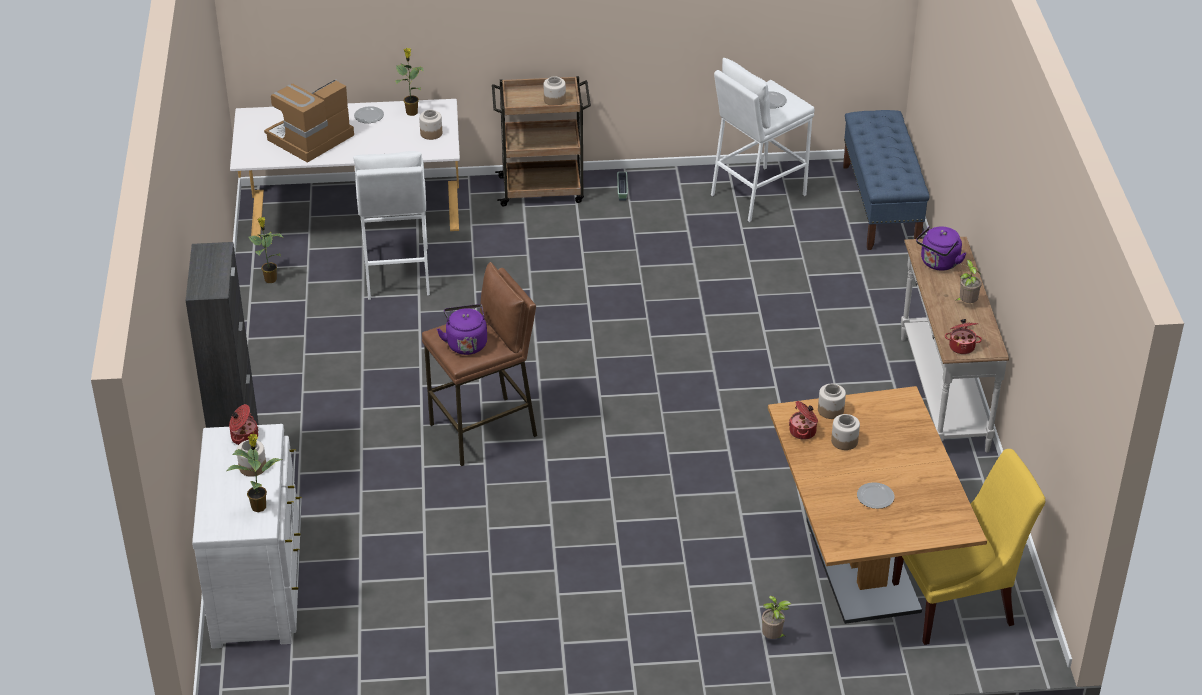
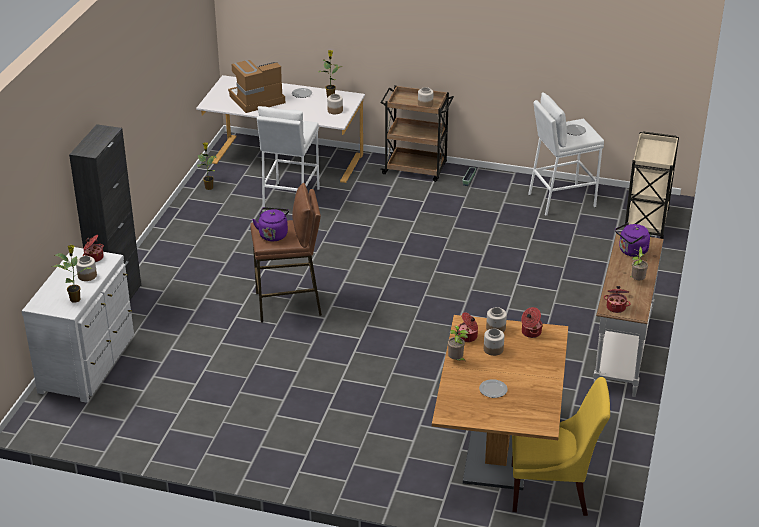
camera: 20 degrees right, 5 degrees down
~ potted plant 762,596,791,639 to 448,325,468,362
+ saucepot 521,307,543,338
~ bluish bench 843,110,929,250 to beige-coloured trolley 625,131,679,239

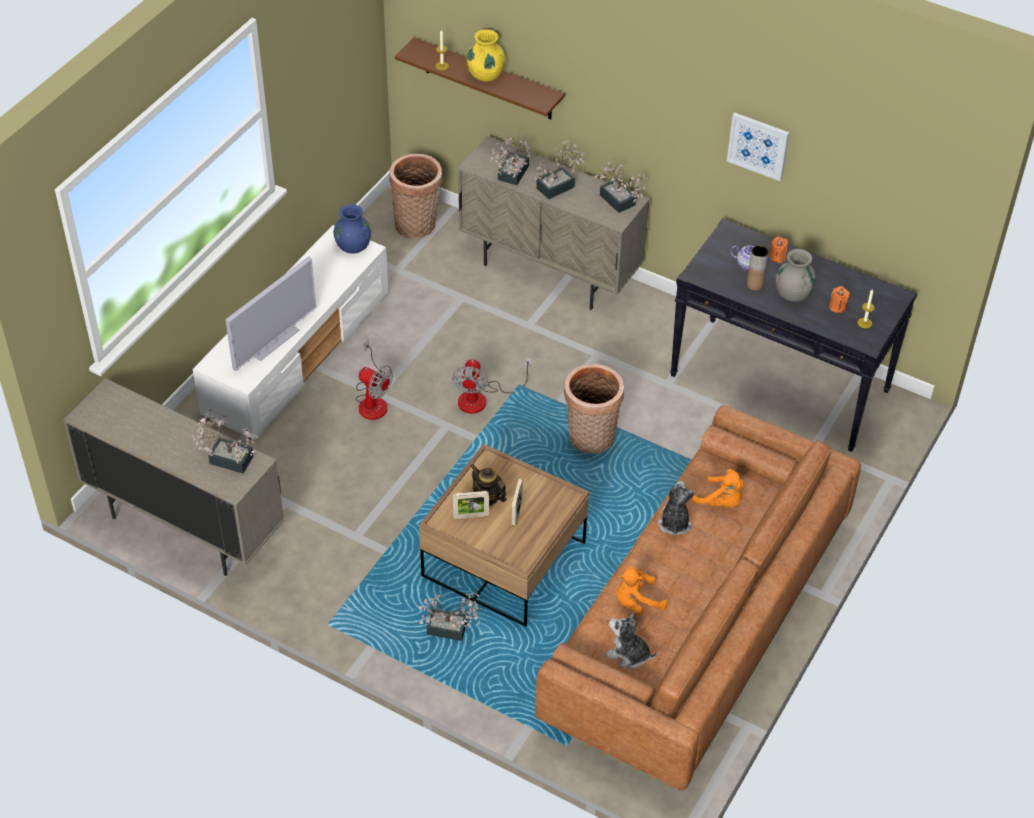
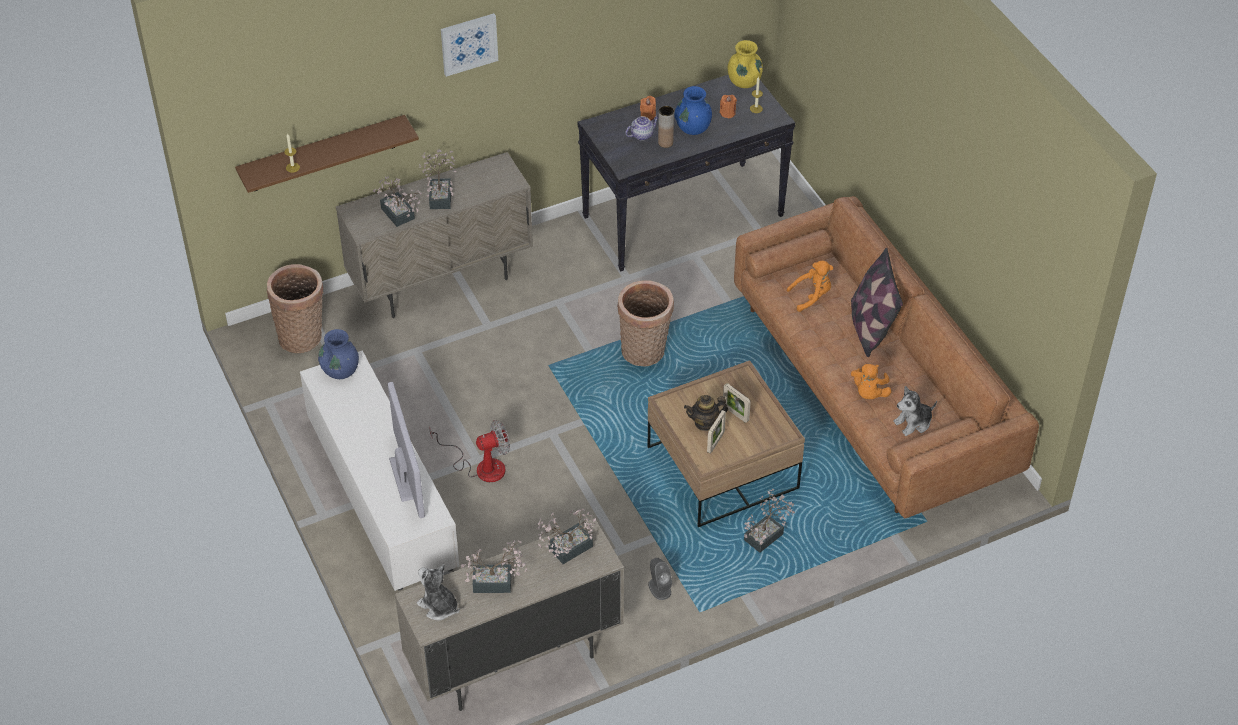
camera: 55 degrees left, 0 degrees up
~ cuddly toy 658,481,696,535 to 417,564,460,620
~ picture 727,113,789,181 to 441,13,498,77
~ potted plant 594,162,648,213 to 461,540,527,593
+ grey audio speaker 648,558,672,600
~ grey flower vase 776,249,816,302 to bluish flower vase 675,86,712,135
~ yellow-coloured flower vase 467,29,505,81 to 728,40,763,88
+ pillow 851,248,903,357
- cooling fan 452,357,532,414

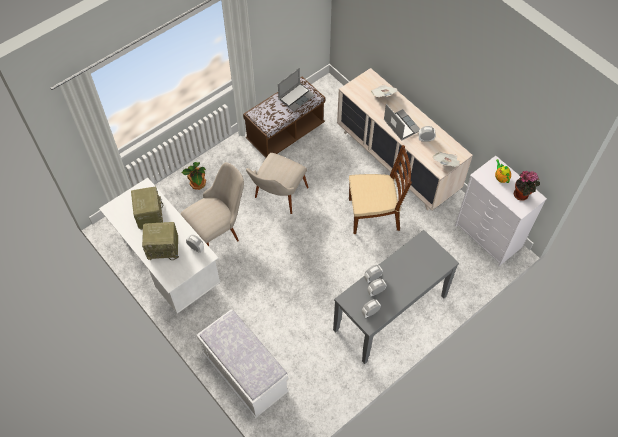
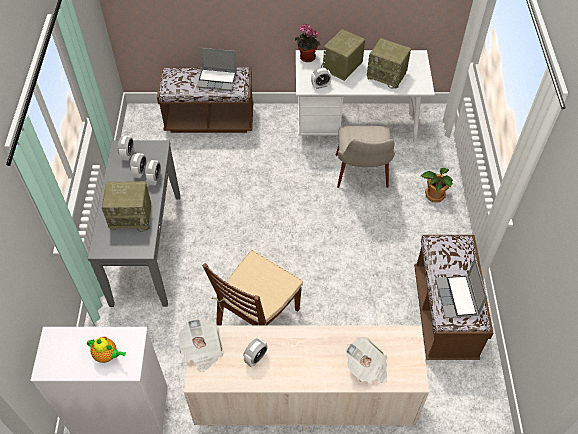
camera: 130 degrees right, 5 degrees down
+ radio set 102,181,151,232
~ white bench 196,310,289,418 to brown bench 157,67,254,133
~ notebook computer 384,104,420,141 to 196,48,237,91
~ potted plant 514,171,540,201 to 295,24,320,62
- beige-coloured upright chair 246,153,309,214

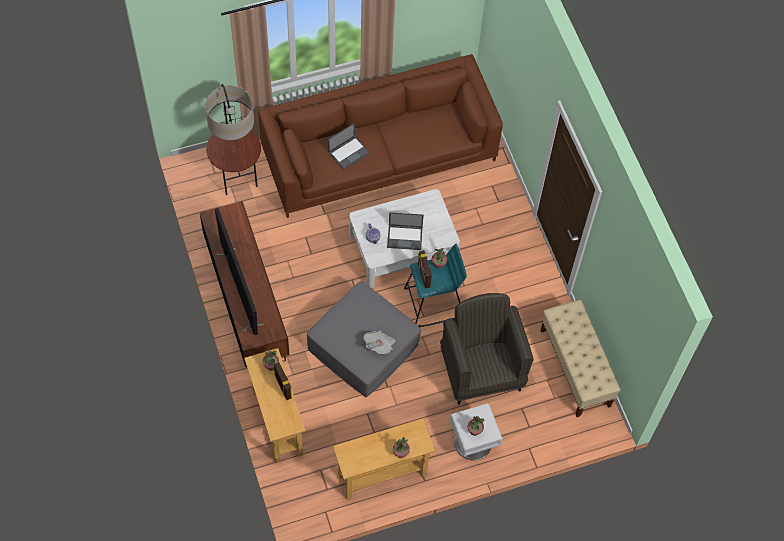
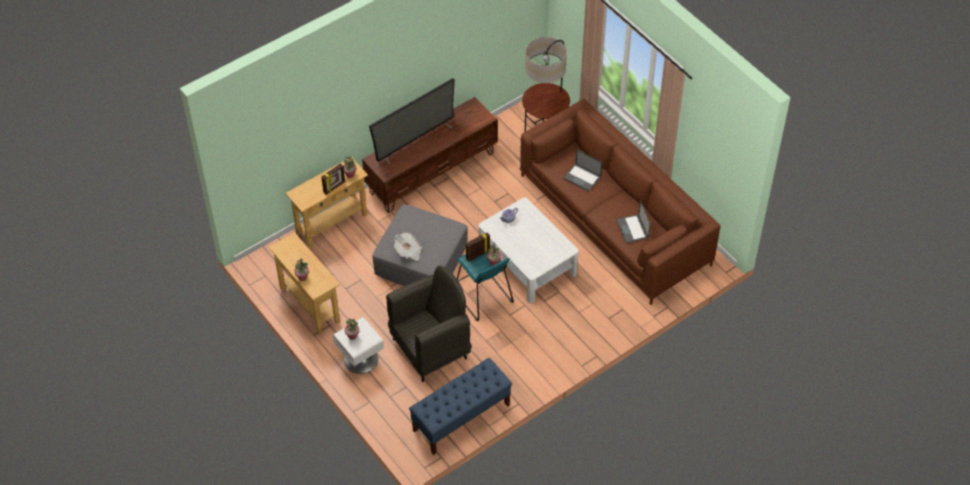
camera: 75 degrees right, 10 degrees down
~ beige-coloured bench 540,300,620,417 to bluish bench 409,358,512,455
~ notebook computer 387,212,424,250 to 616,201,651,243

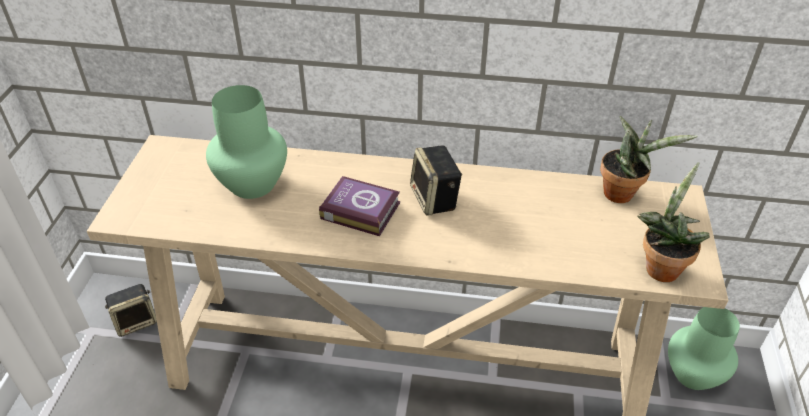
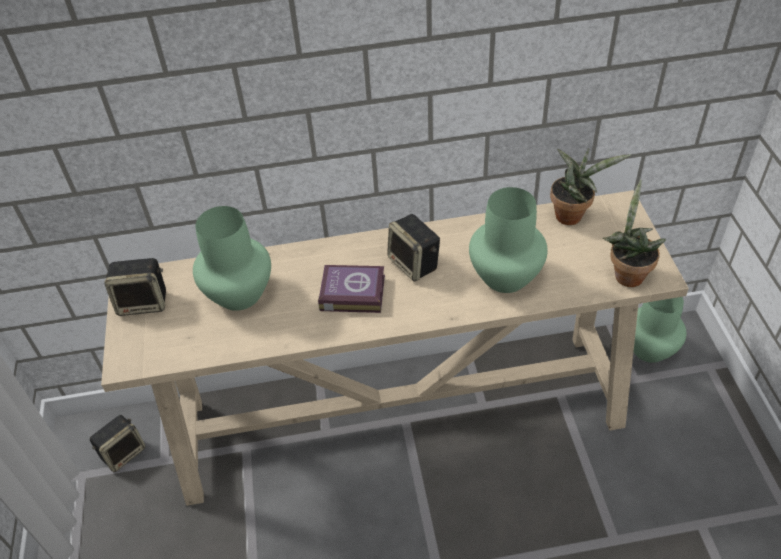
camera: 15 degrees left, 5 degrees up
+ audio speaker 104,258,166,316
+ greenish flower vase 469,187,548,293

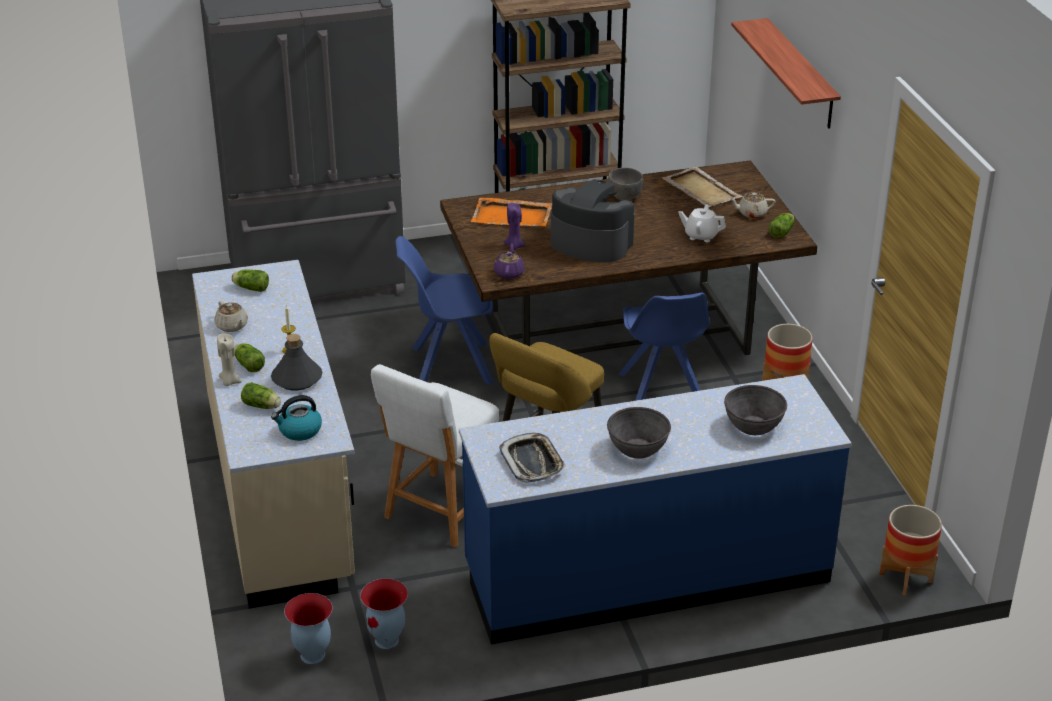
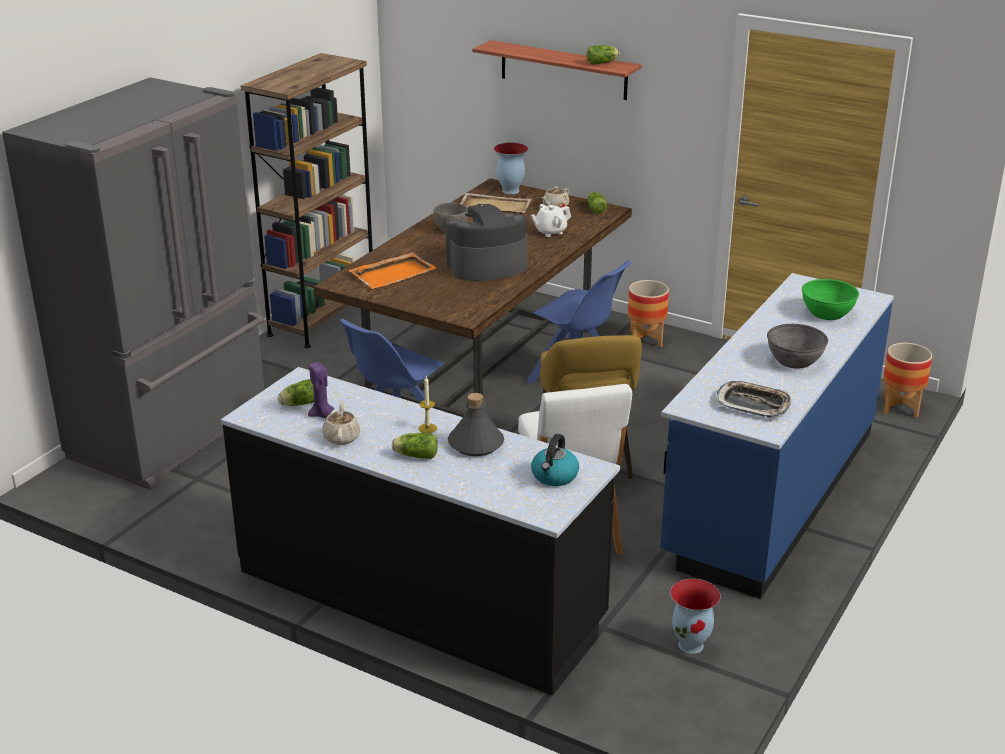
camera: 45 degrees left, 5 degrees down
~ beige-coloured counter 192,260,355,609 to black counter 221,367,620,696
~ purple candle 503,203,526,250 to 308,362,334,418
~ beige-coloured pot for tea 214,301,248,332 = 322,401,360,445 105 degrees counterclockwise
~ flower vase 284,593,333,664 to 494,143,528,194
~ head of lettuce 241,382,281,409 to 587,45,619,65
~ grey serving bowl 724,385,787,435 to greenish serving bowl 802,279,859,320
- beige-coloured candle 217,333,242,386
- purple pot for tea 494,244,525,279

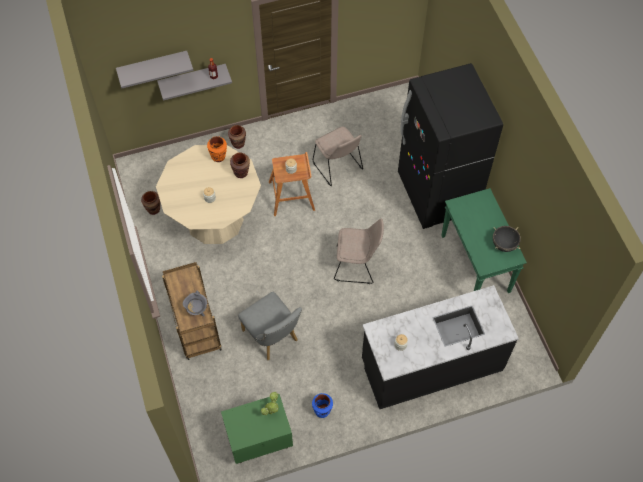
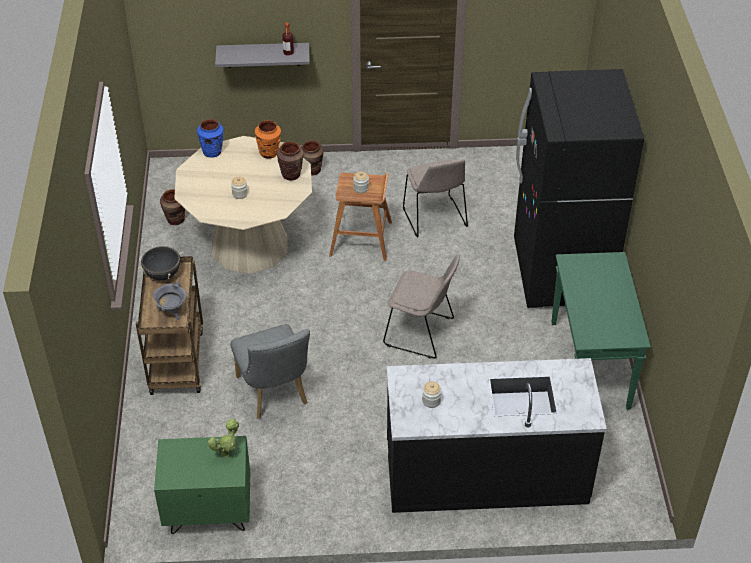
camera: 15 degrees right, 15 degrees down
~ black saucepot 493,226,521,252 to 138,245,183,281
~ bluish flower vase 312,393,333,418 to 197,119,224,158
- grey bracket shelf 116,51,194,89

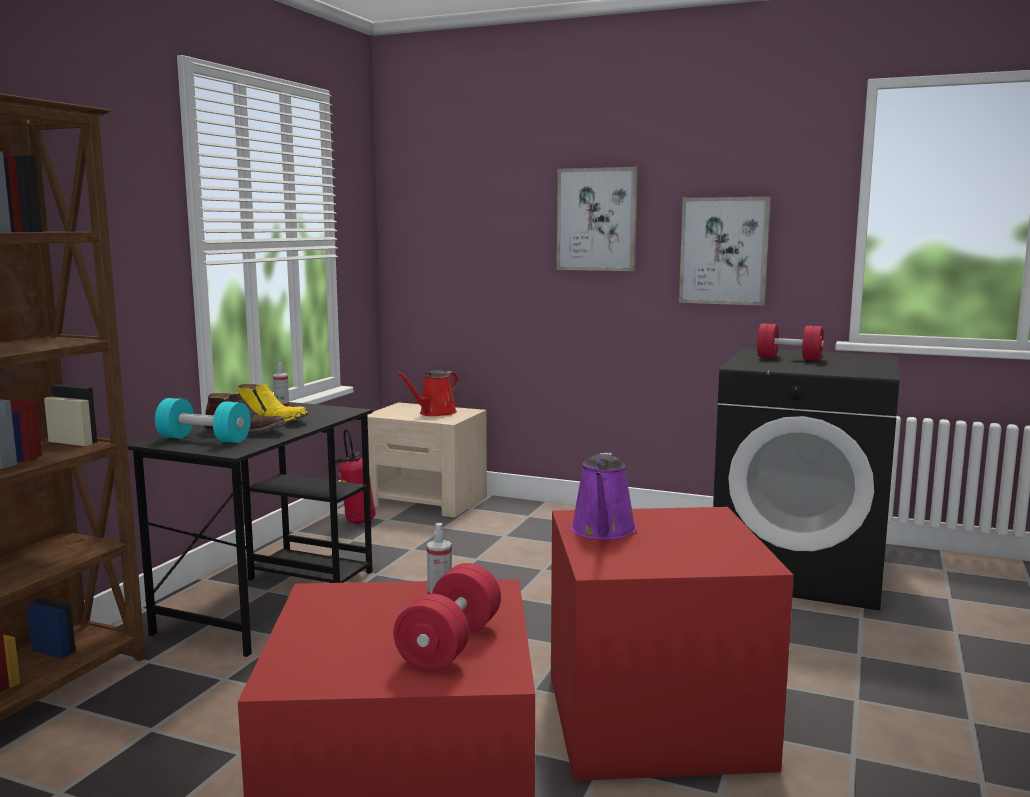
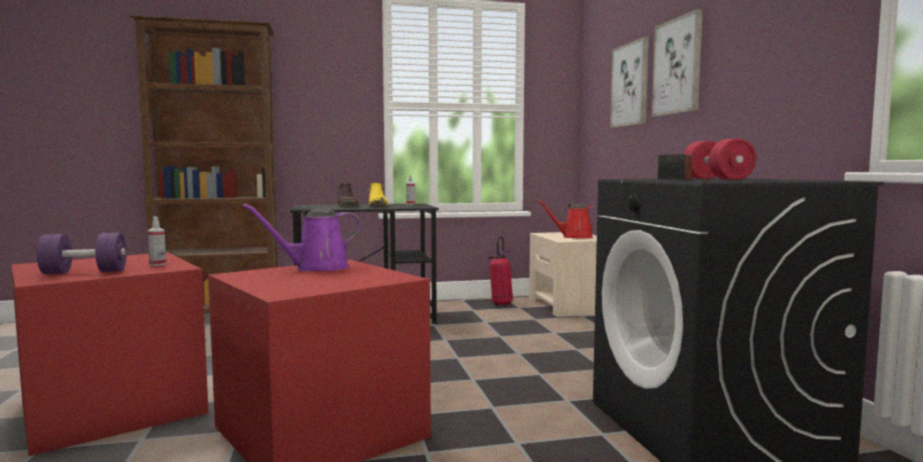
camera: 55 degrees right, 5 degrees down
~ red-coloured free weight 393,563,501,672 to purple free weight 36,233,127,274
~ picture 679,197,771,306 to 610,37,649,128
+ radio set 658,134,695,180
- blue-green free weight 155,398,251,443

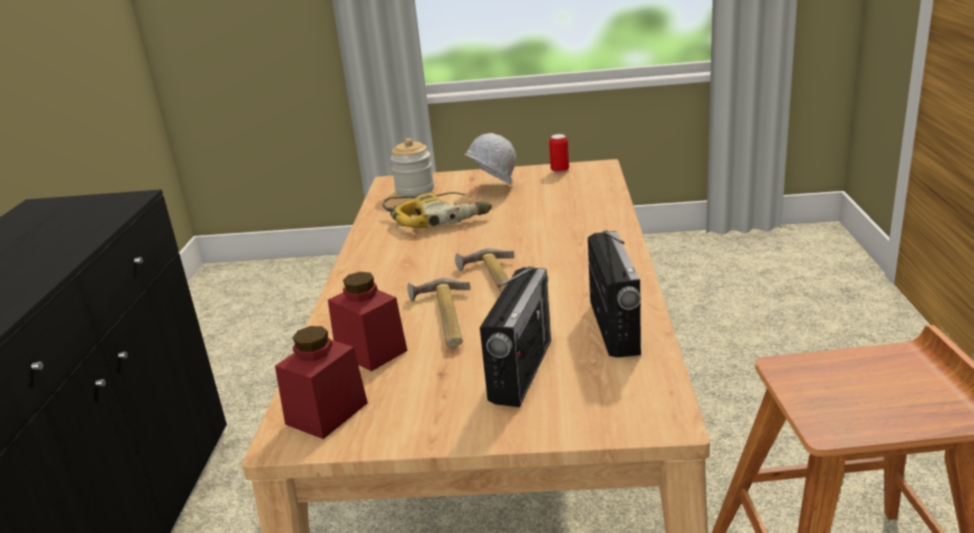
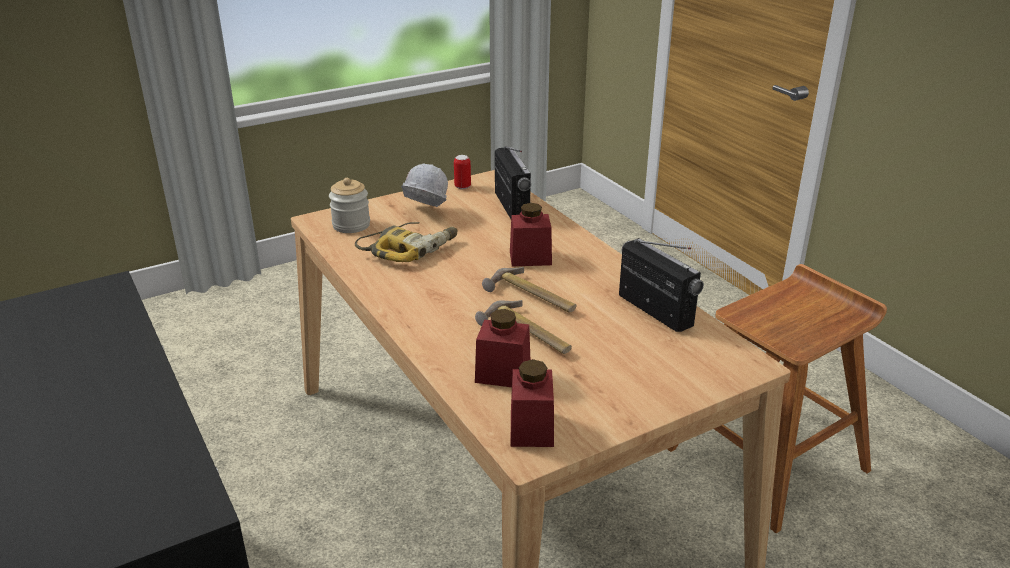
camera: 35 degrees left, 5 degrees up
~ radio set 480,266,551,407 to 495,146,531,219
+ red-coloured preserve jar 510,203,552,266

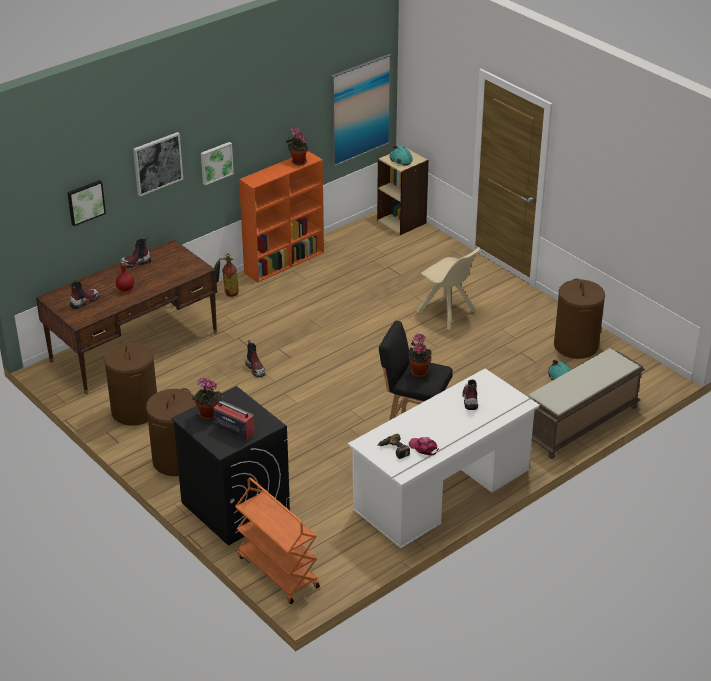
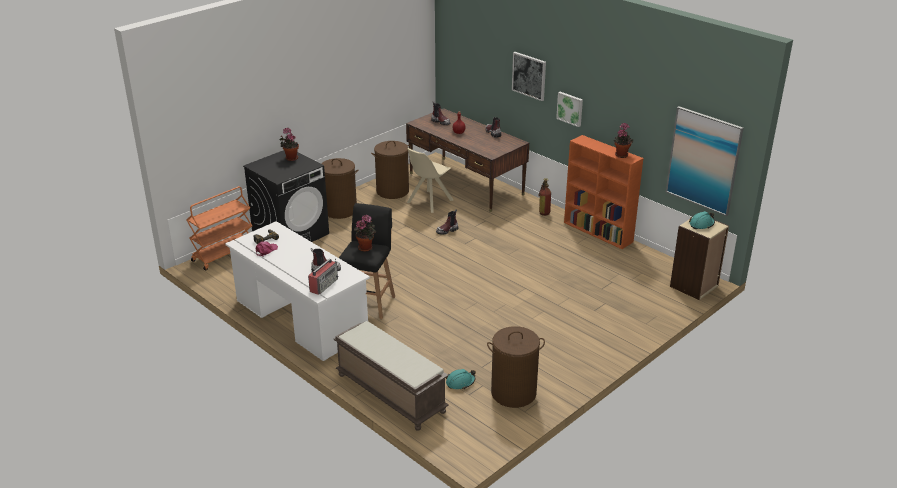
camera: 85 degrees right, 5 degrees down
~ radio set 213,396,255,440 to 308,258,338,295
~ beige-coloured upright chair 417,247,480,329 to 407,148,453,213
- picture 67,180,106,226

